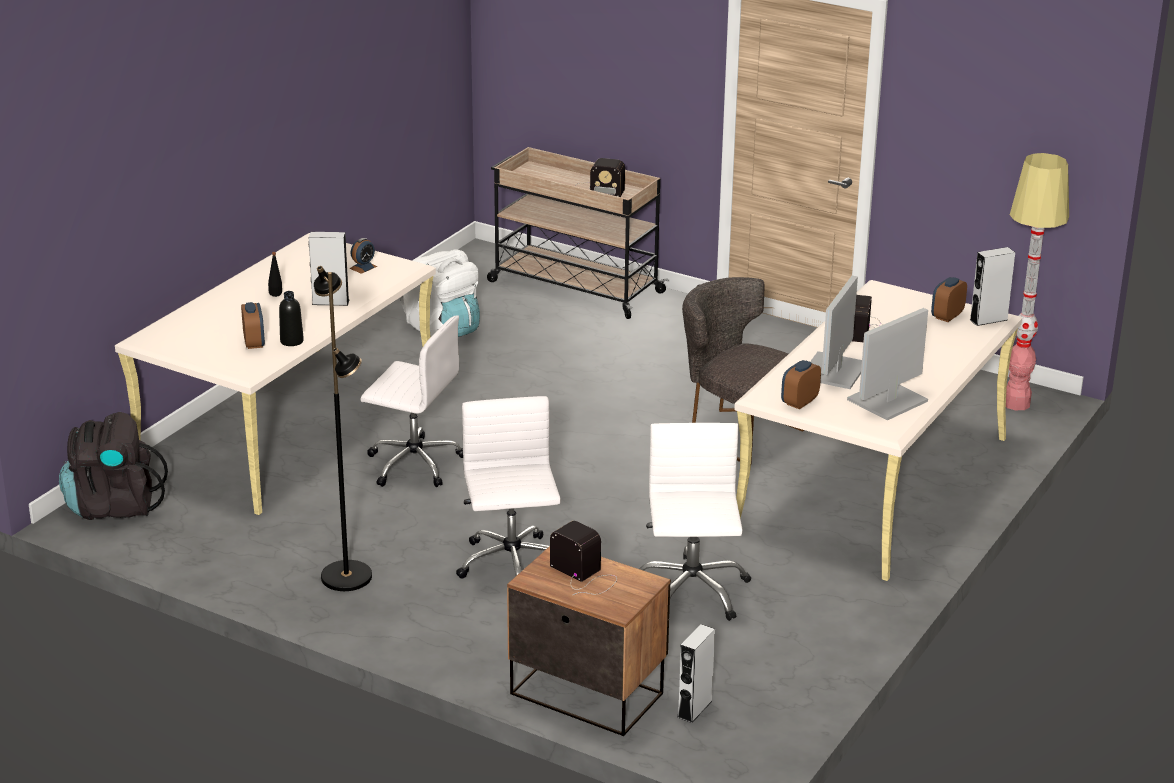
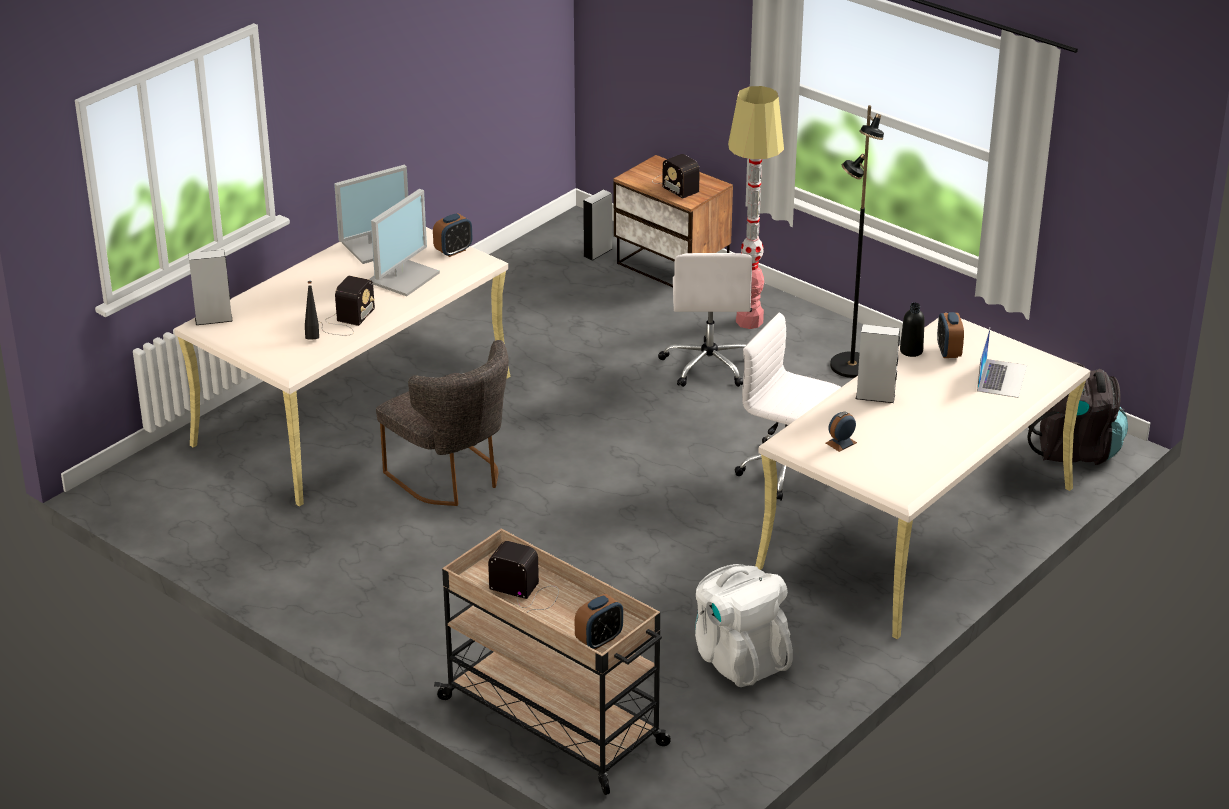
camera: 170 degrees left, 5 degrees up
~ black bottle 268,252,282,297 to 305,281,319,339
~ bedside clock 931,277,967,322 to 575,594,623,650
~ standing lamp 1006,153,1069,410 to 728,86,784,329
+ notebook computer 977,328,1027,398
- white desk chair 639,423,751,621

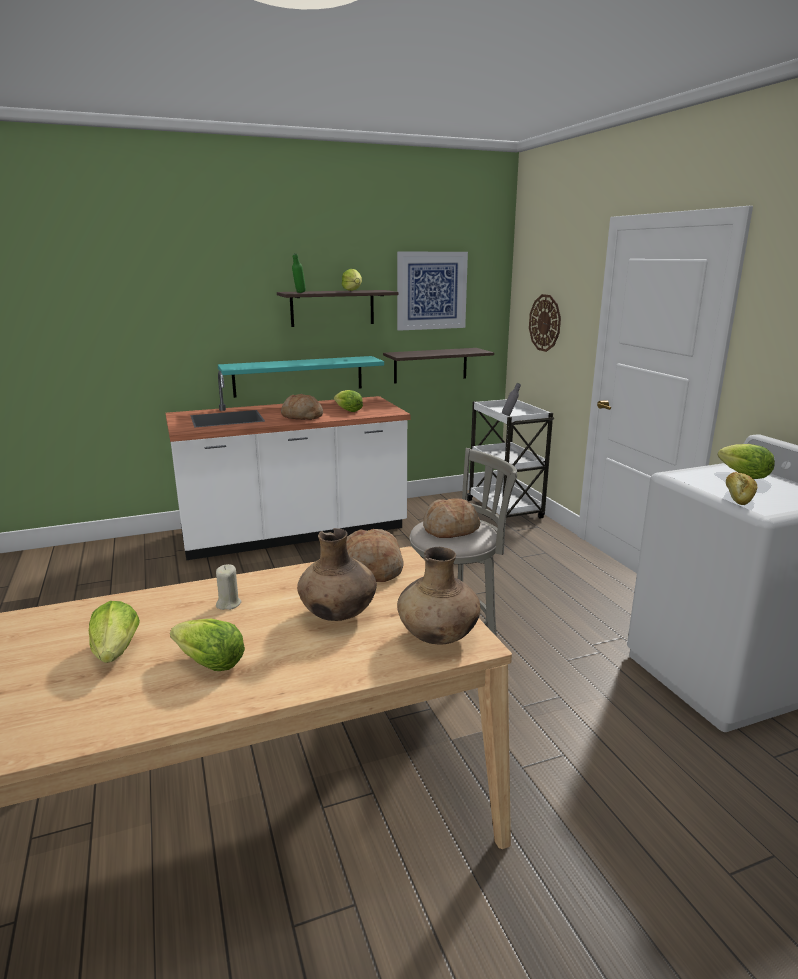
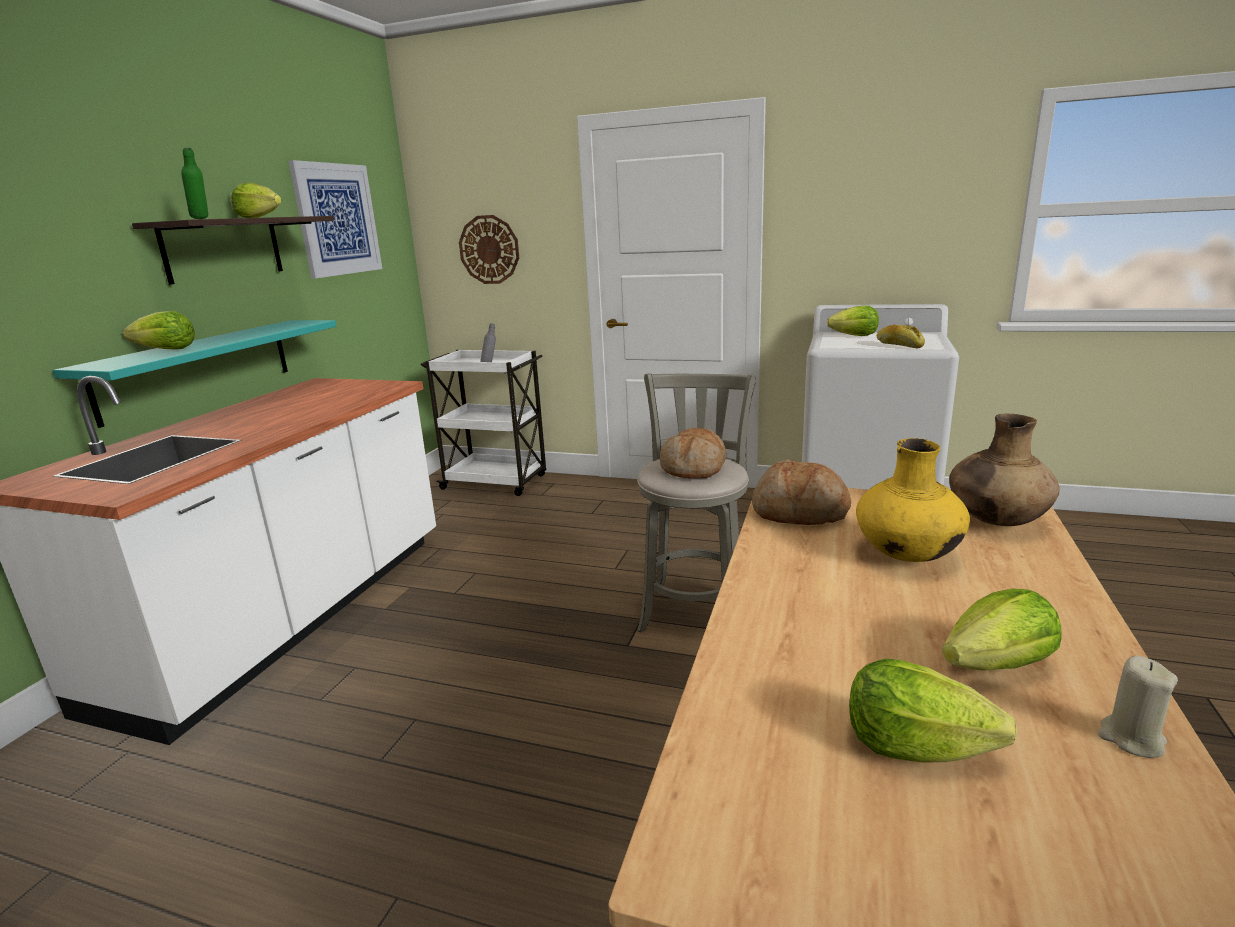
camera: 50 degrees left, 0 degrees up
~ head of lettuce 334,390,363,412 to 123,311,195,350
~ brown flower vase 297,528,377,621 to yellow-coloured flower vase 856,438,970,562
~ beige-coloured candle 216,564,241,610 to 1098,656,1178,758
- baked bread 281,394,323,420
- bracket shelf 383,348,494,384

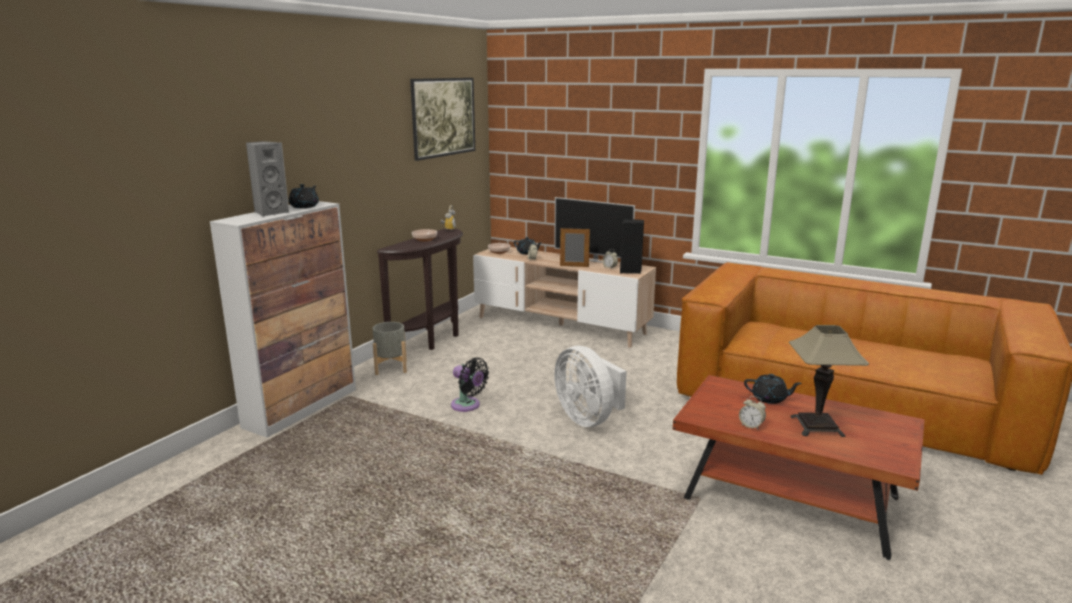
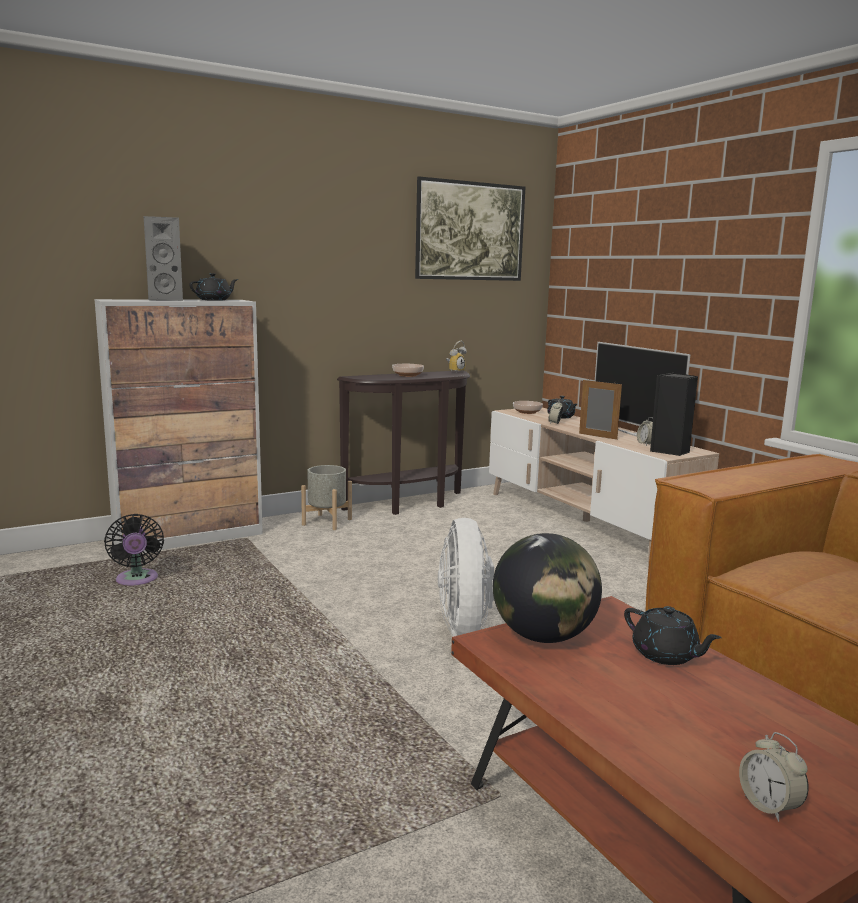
camera: 30 degrees right, 5 degrees down
~ black cooling fan 451,357,489,412 to 104,514,164,585
+ globe 493,533,602,643
~ bedside clock 739,396,766,429 to 739,732,809,822
- tabletop lamp 789,325,869,437

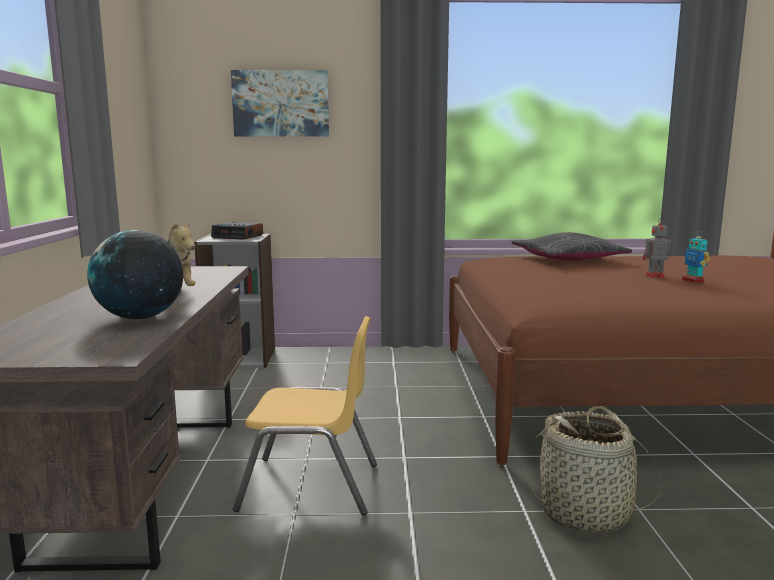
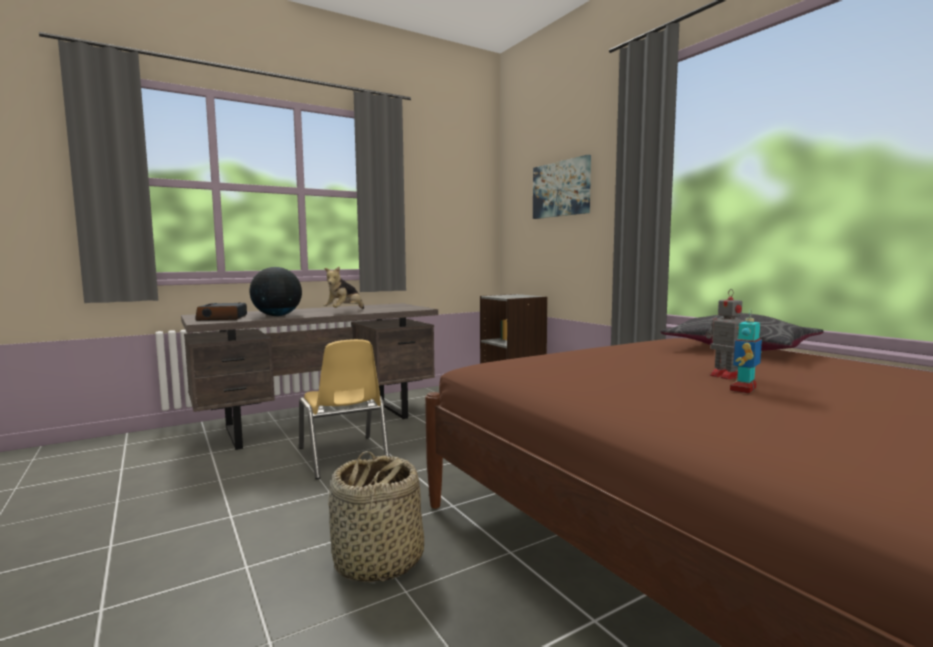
camera: 60 degrees right, 5 degrees down
~ bedside clock 211,222,263,240 to 195,302,247,321

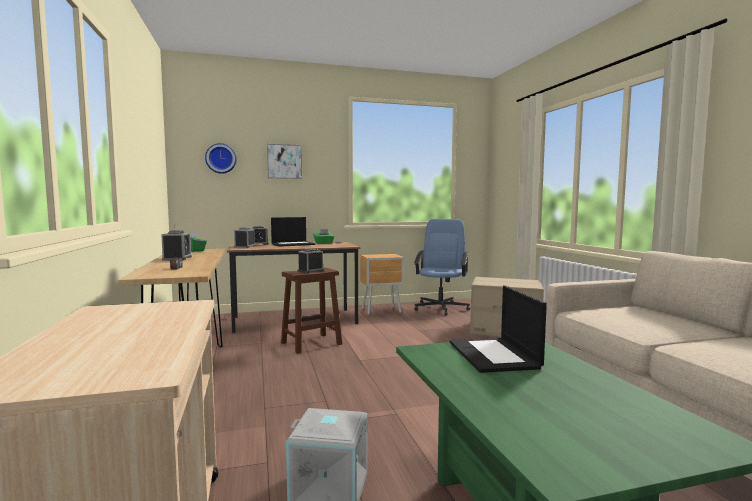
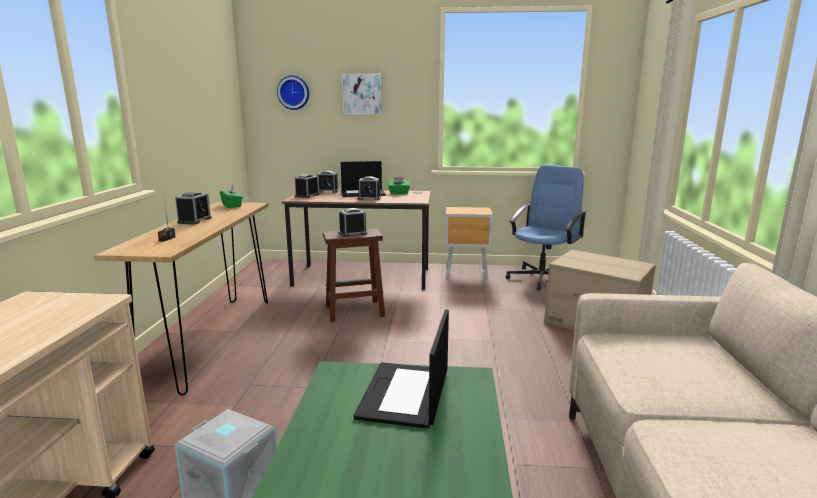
camera: 20 degrees right, 10 degrees up
+ bedside clock 358,176,381,200

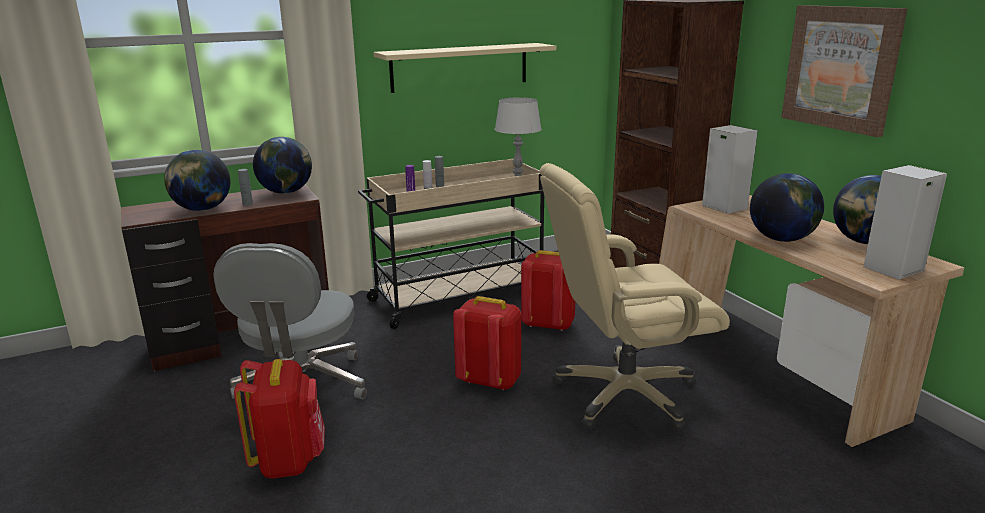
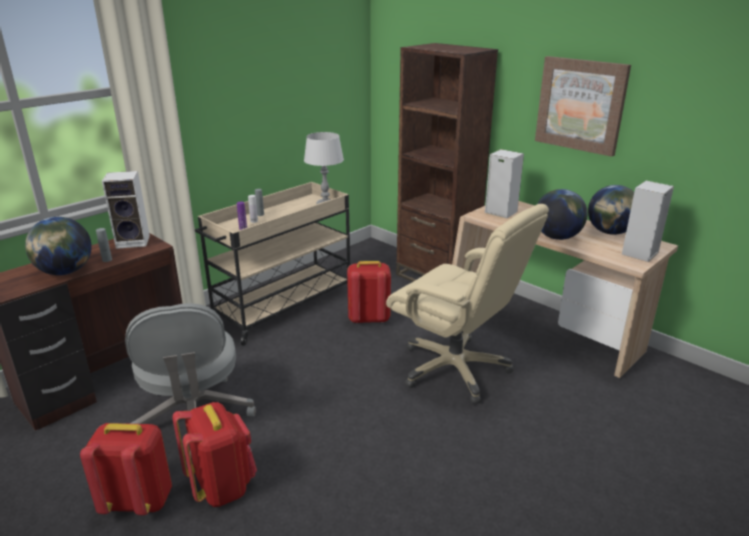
camera: 20 degrees left, 5 degrees up
~ red-coloured knapsack 453,296,521,391 to 80,423,172,515
~ globe 253,137,312,194 to audio speaker 102,171,150,249
~ beige-coloured desk chair 540,163,730,431 = 386,204,549,404 105 degrees counterclockwise
- beige-coloured bracket shelf 373,43,556,93

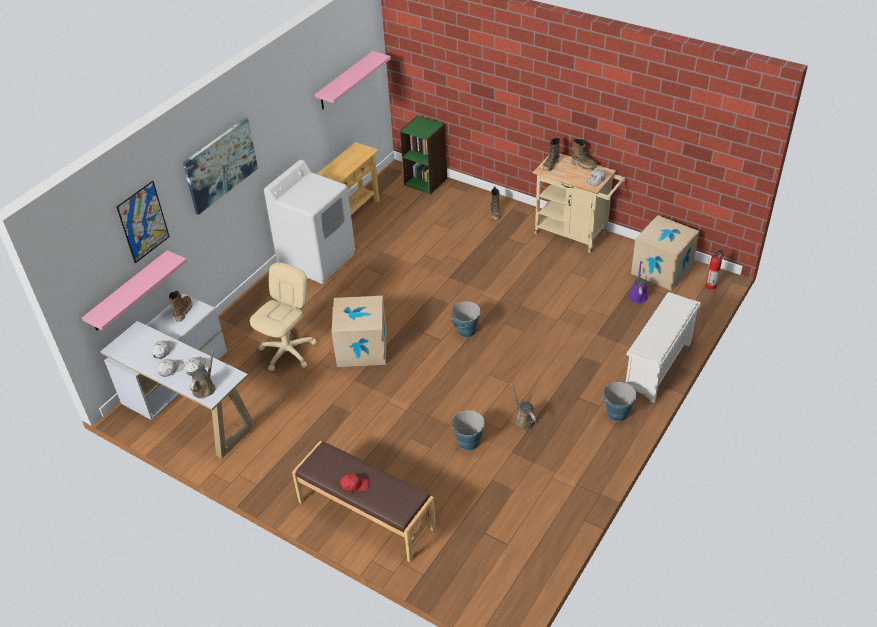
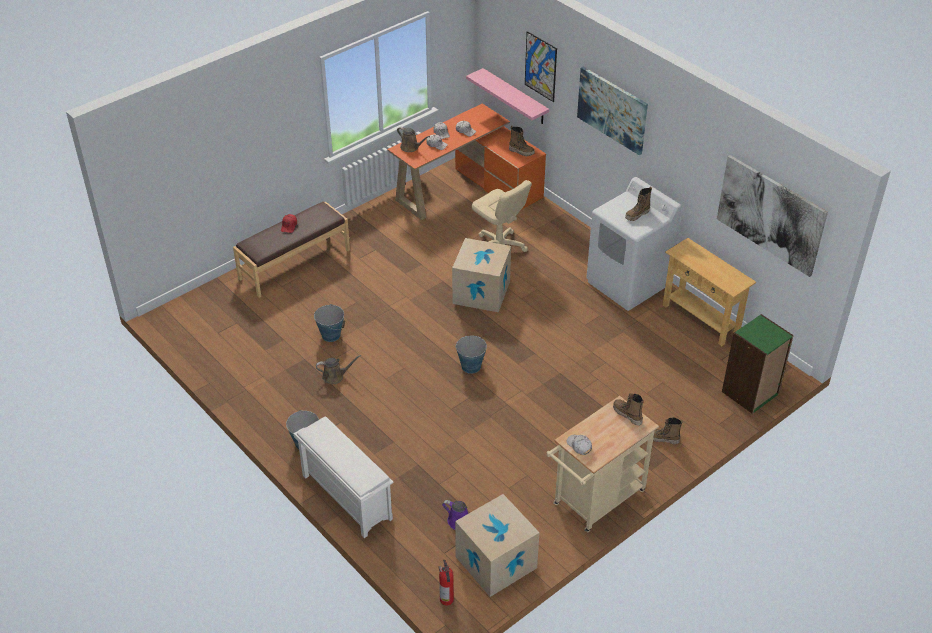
camera: 105 degrees right, 0 degrees up
~ white desk table 100,294,255,459 to orangey desk table 387,103,546,220
~ boot 571,138,597,170 to 625,187,652,221
~ pinkish bracket shelf 315,51,391,109 to picture 717,155,828,277

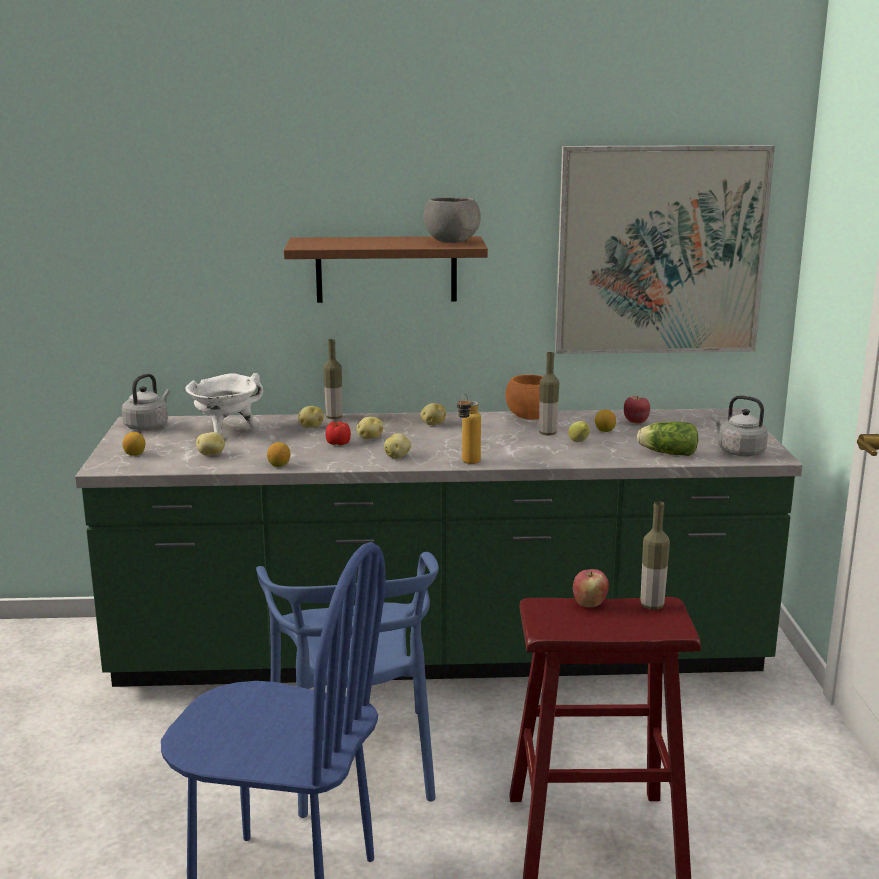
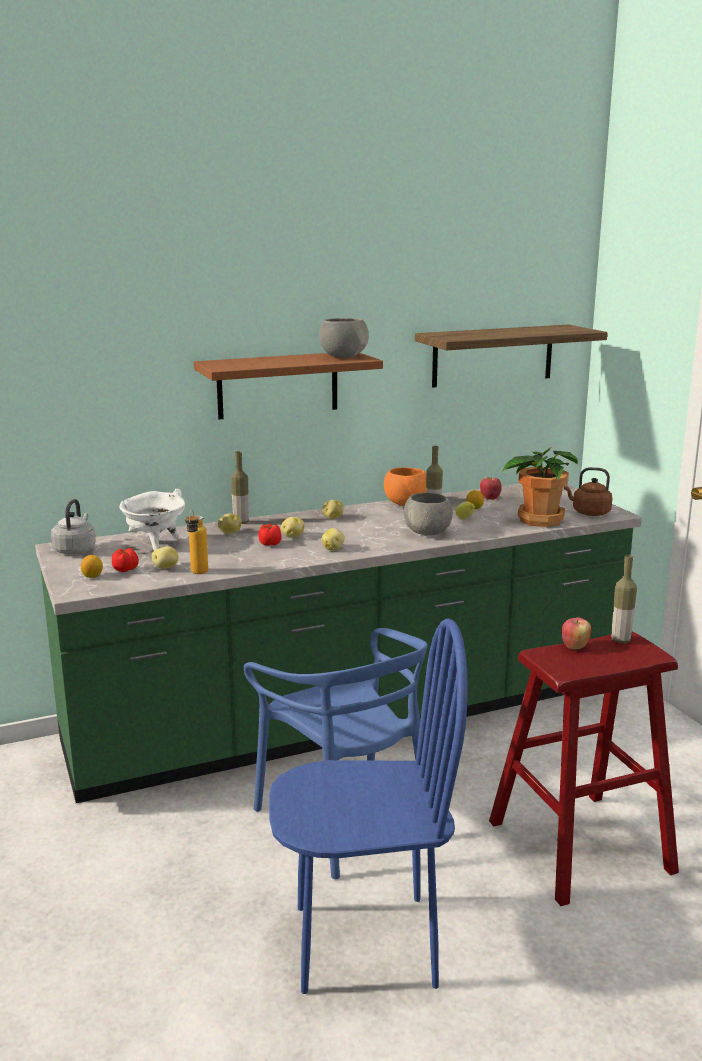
camera: 20 degrees left, 0 degrees up
+ fresh tomato 112,548,139,572
~ bottle 457,394,481,464 to 185,510,208,574
+ grey serving bowl 404,493,453,536
~ picture 555,145,775,354 to bracket shelf 415,325,608,388
~ head of lettuce 637,422,698,456 to potted plant 501,447,578,527
~ grey water kettle 711,395,768,456 to brown water kettle 564,467,612,516
- whole lemon 267,442,290,467

